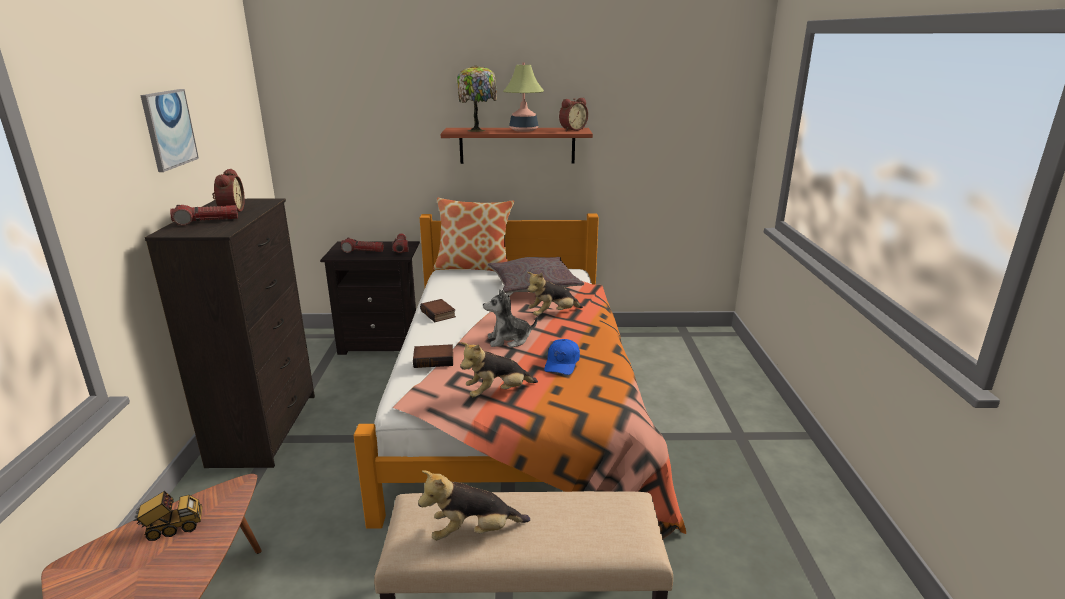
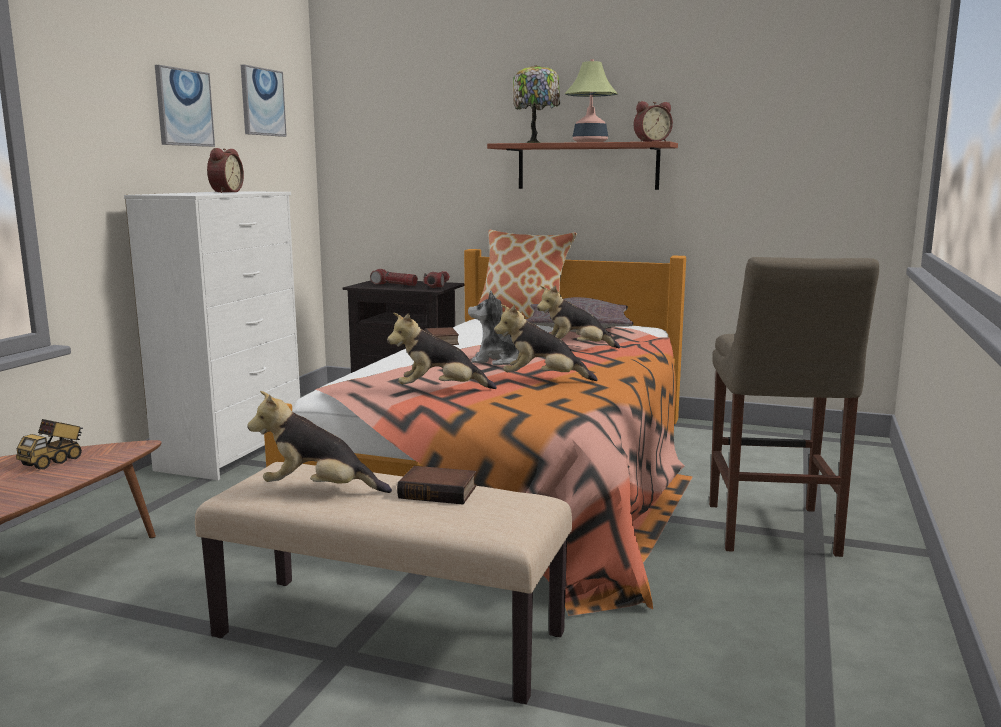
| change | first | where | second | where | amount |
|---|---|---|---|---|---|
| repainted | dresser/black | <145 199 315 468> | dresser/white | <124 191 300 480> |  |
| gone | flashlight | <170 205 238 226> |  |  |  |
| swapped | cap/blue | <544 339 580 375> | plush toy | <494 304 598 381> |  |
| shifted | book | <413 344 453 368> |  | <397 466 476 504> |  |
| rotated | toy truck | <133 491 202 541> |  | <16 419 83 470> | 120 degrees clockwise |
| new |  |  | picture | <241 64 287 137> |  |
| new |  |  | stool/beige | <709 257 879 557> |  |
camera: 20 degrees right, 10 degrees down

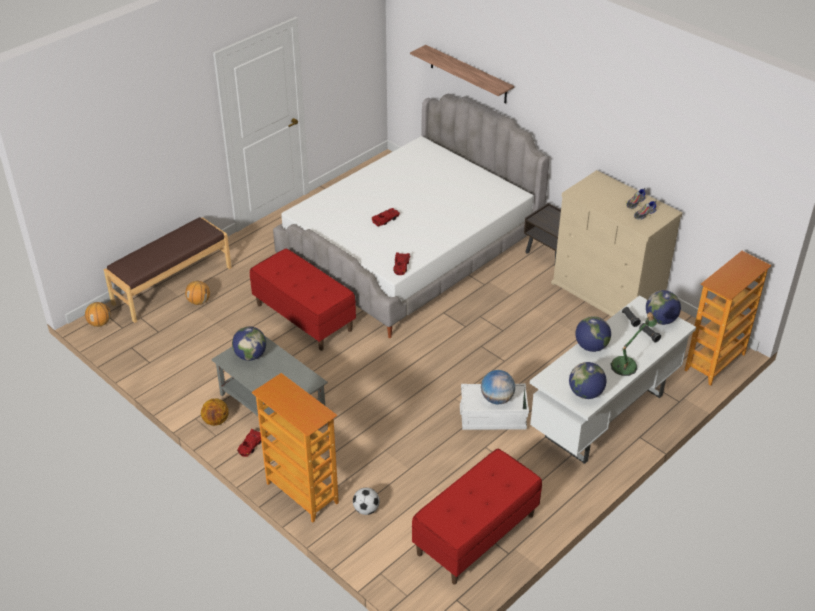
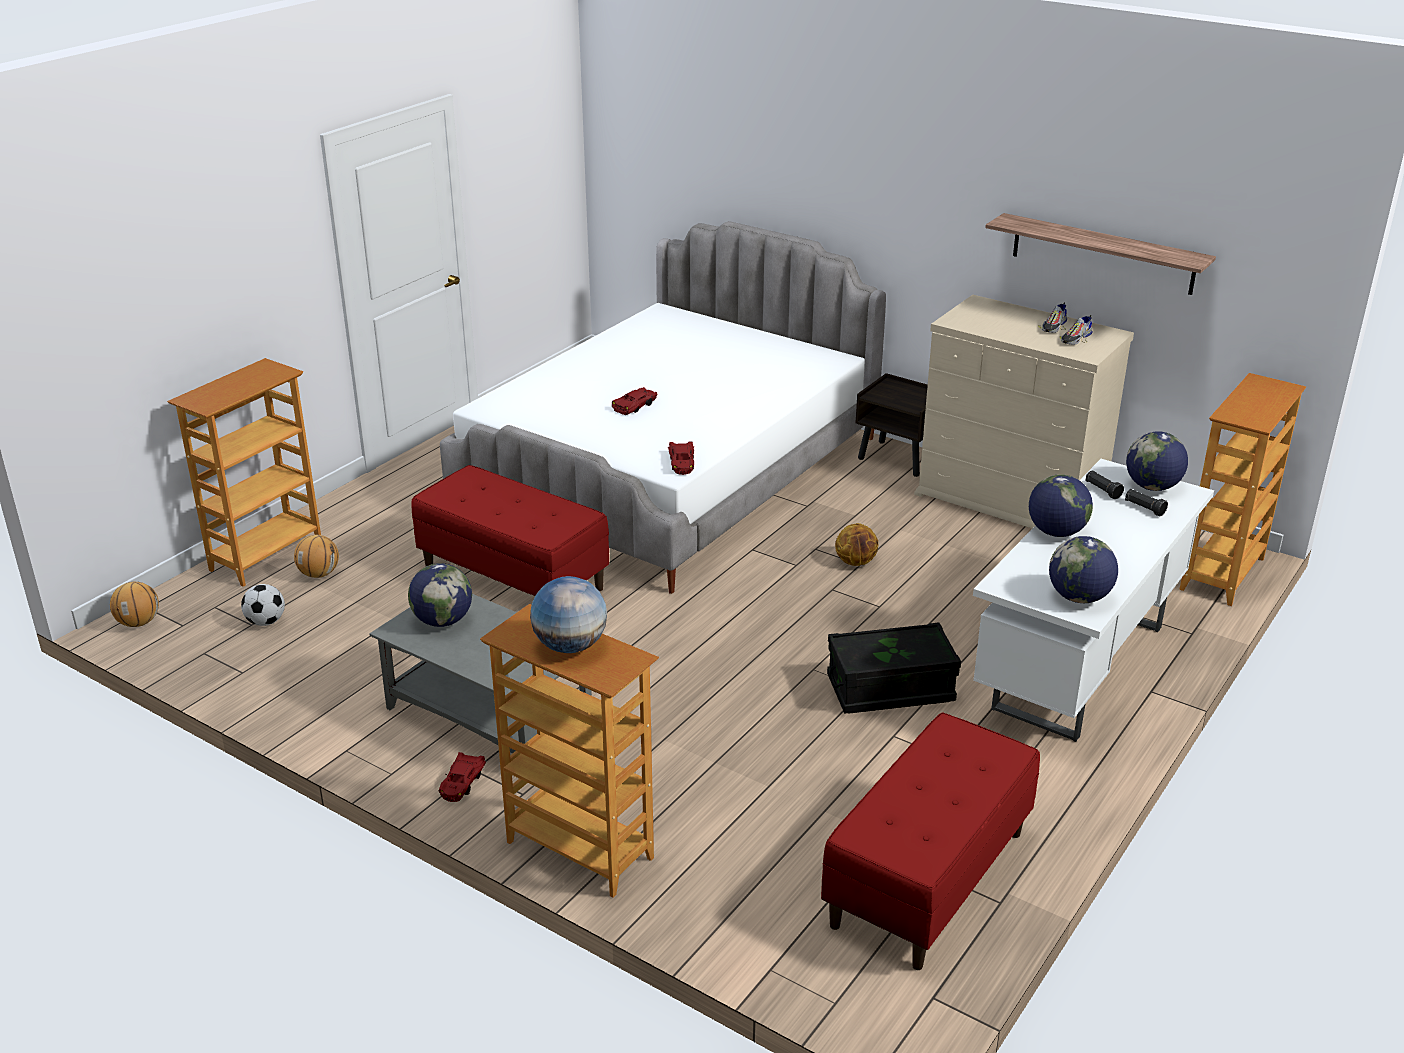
| change | first | where | second | where | amount |
|---|---|---|---|---|---|
| shifted | shelf | <410 45 514 104> |  | <985 213 1216 295> |  |
| swapped | bench/brown | <104 217 232 323> | bookcase | <167 358 321 587> |  |
| gone | table lamp | <610 312 657 376> |  |  |  |
| shifted | globe | <481 370 515 404> |  | <530 576 607 653> |  |
| repainted | storage box/white | <460 383 529 430> | storage box/black | <827 622 961 714> |  |
| shifted | basketball | <201 398 229 426> |  | <835 523 878 566> |  |
| shifted | football | <353 488 380 515> |  | <241 584 285 626> |  |
camera: 10 degrees left, 10 degrees down

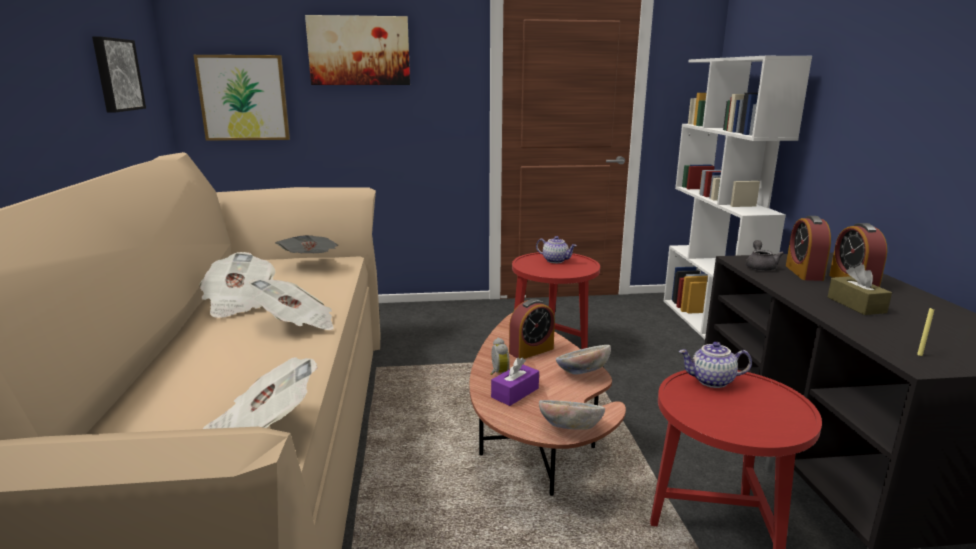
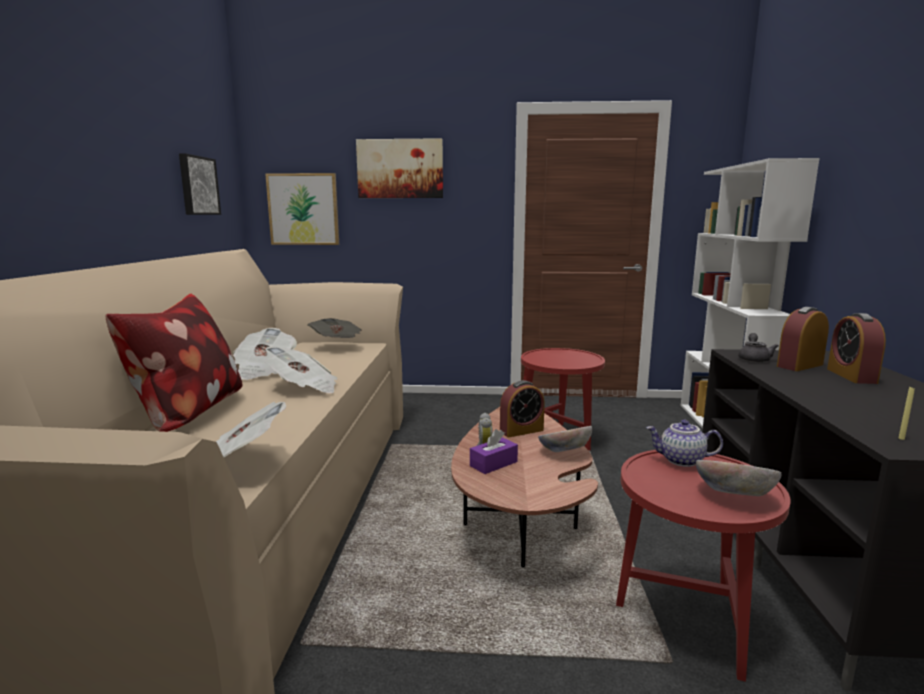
| change | first | where | second | where | amount |
|---|---|---|---|---|---|
| rotated | alarm clock | <786 216 831 281> |  | <777 307 829 371> | 45 degrees clockwise |
| gone | teapot | <536 236 577 263> |  |  |  |
| gone | tissue box/brown | <828 264 892 315> |  |  |  |
| shifted | bowl | <539 400 605 430> |  | <696 460 782 496> |  |
| new |  |  | pillow | <106 293 242 432> |  |
camera: 10 degrees right, 5 degrees down

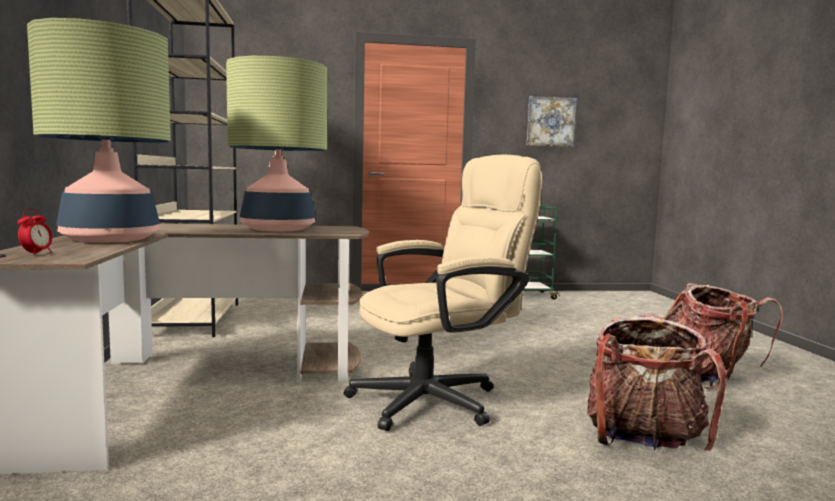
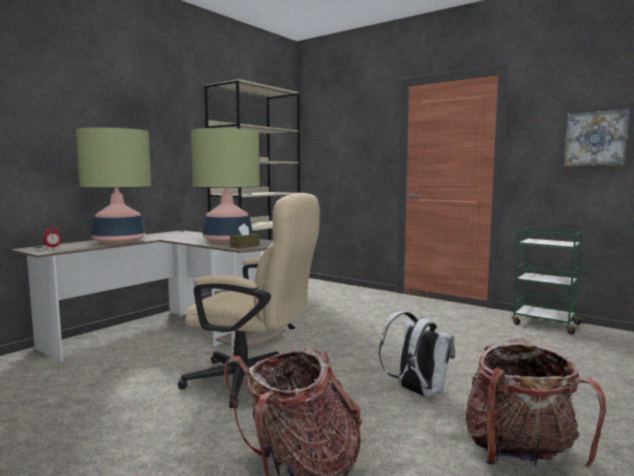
| change | first | where | second | where | amount |
|---|---|---|---|---|---|
| new |  |  | tissue box/brown | <230 224 260 249> |  |
| new |  |  | backpack/white | <379 312 455 397> |  |
camera: 45 degrees right, 0 degrees up

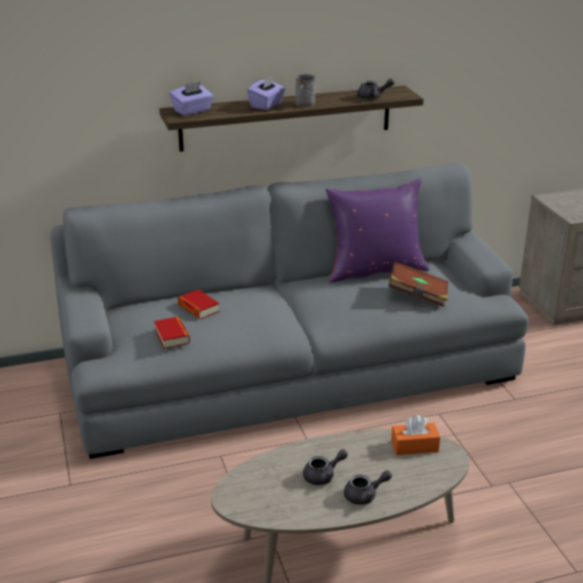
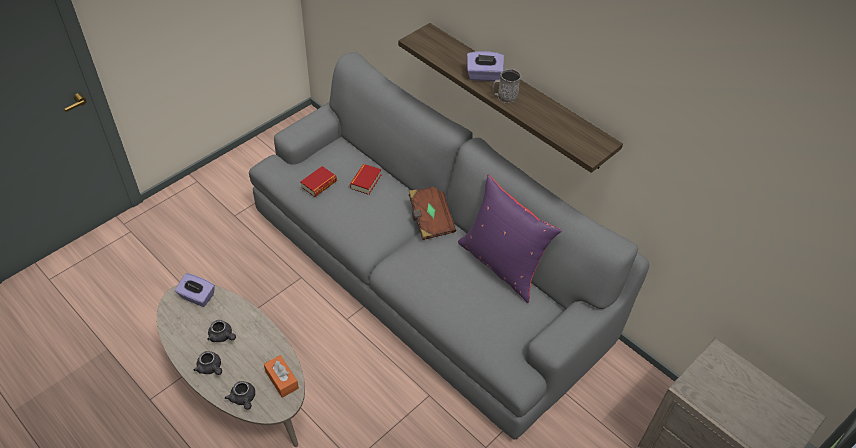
| change | first | where | second | where | amount |
|---|---|---|---|---|---|
| shifted | teapot/grey | <357 78 394 99> |  | <225 381 255 410> |  |
| shifted | tissue box/purple | <169 82 214 116> |  | <175 273 215 307> |  |
| shifted | book/brown | <389 262 448 307> |  | <409 187 456 240> |  |
camera: 60 degrees right, 20 degrees up

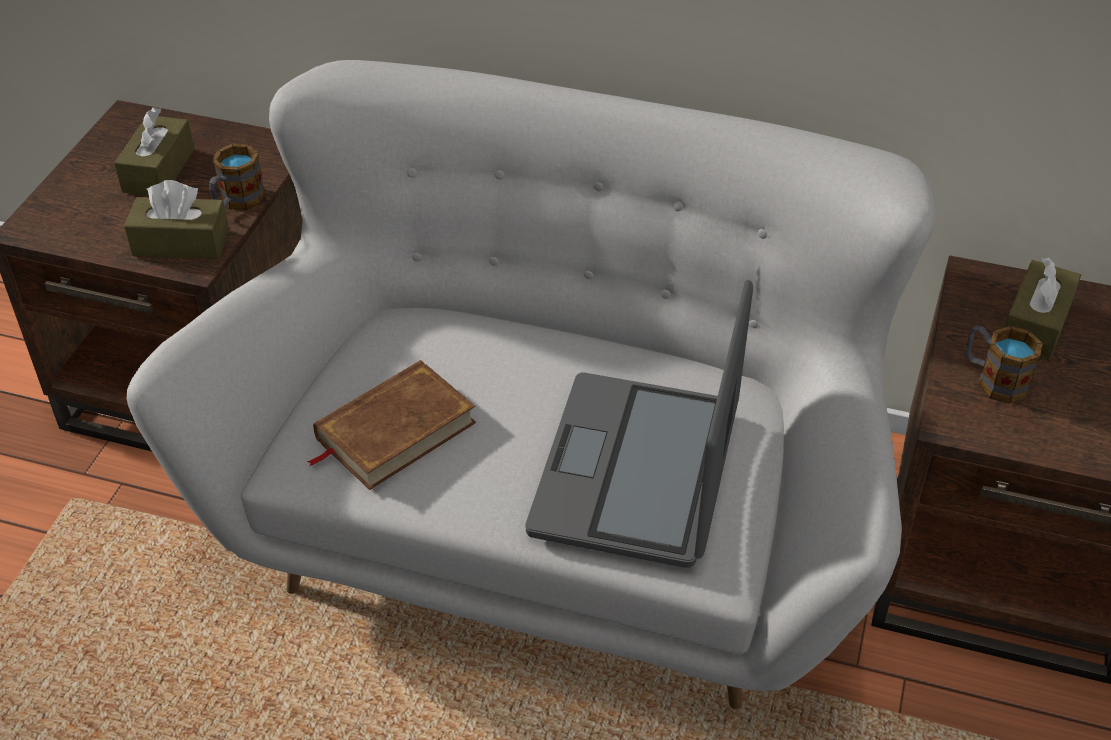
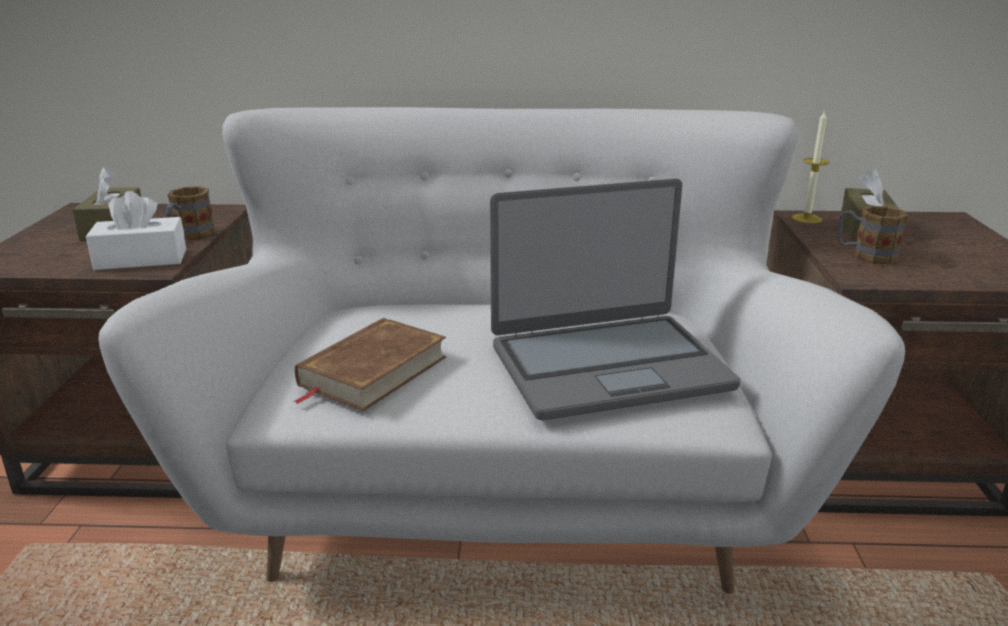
| change | first | where | second | where | amount |
|---|---|---|---|---|---|
| repainted | tissue box/brown | <124 180 229 259> | tissue box/white | <86 191 186 270> |  |
| rotated | laptop | <526 280 753 568> |  | <490 178 741 420> | 105 degrees counterclockwise |
| new |  |  | candle | <792 110 830 223> |  |
camera: 15 degrees left, 20 degrees down

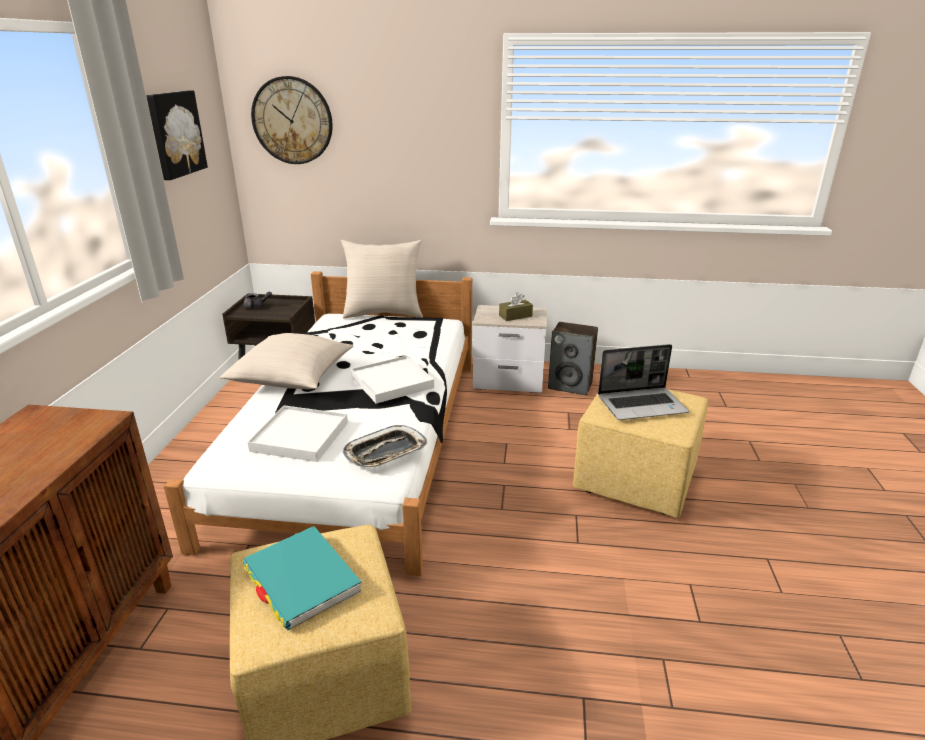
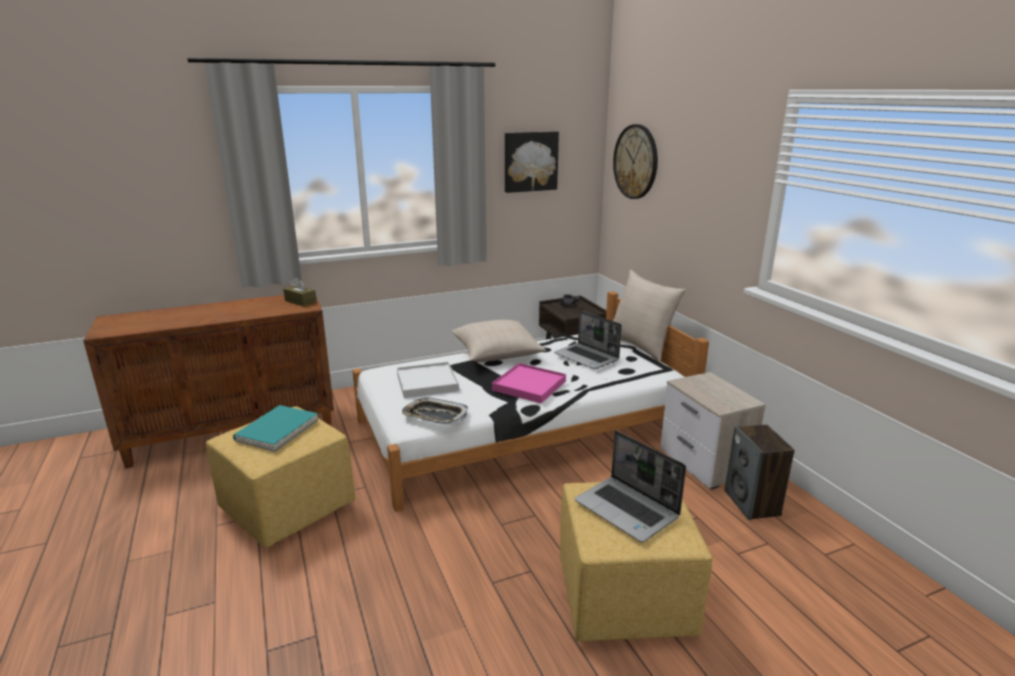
| change | first | where | second | where | amount |
|---|---|---|---|---|---|
| shifted | tissue box/brown | <499 292 533 321> |  | <283 277 317 307> |  |
| repainted | tray/white | <351 356 434 404> | tray/pink | <492 363 566 403> |  |
| new |  |  | laptop | <554 311 622 369> |  |
camera: 60 degrees right, 5 degrees down

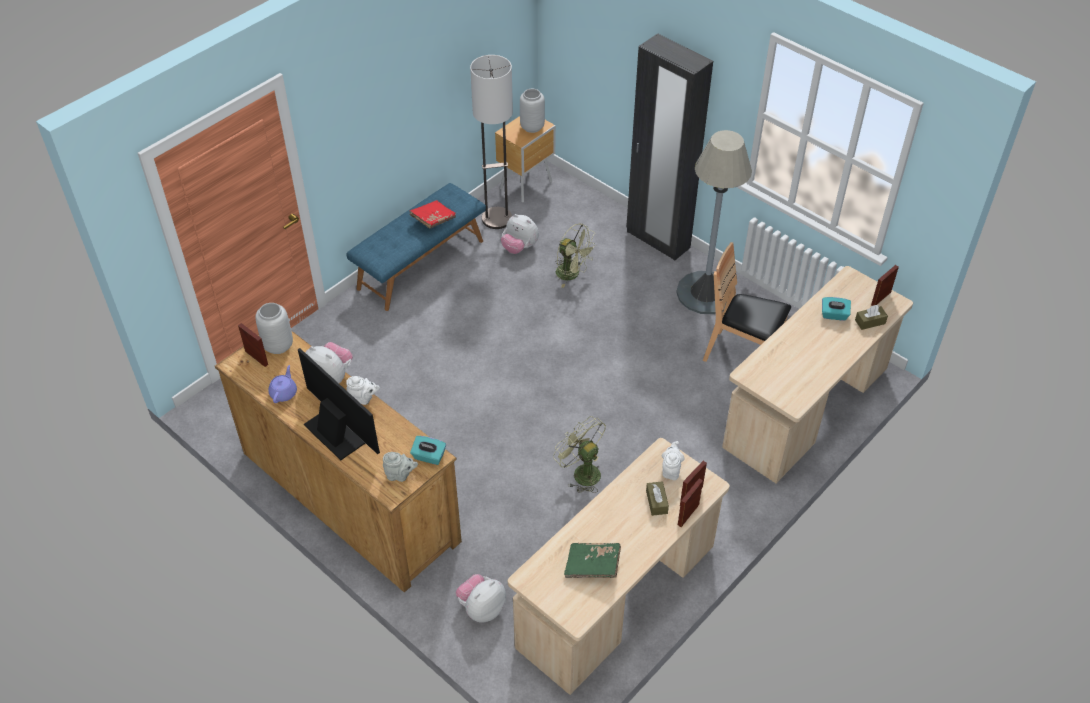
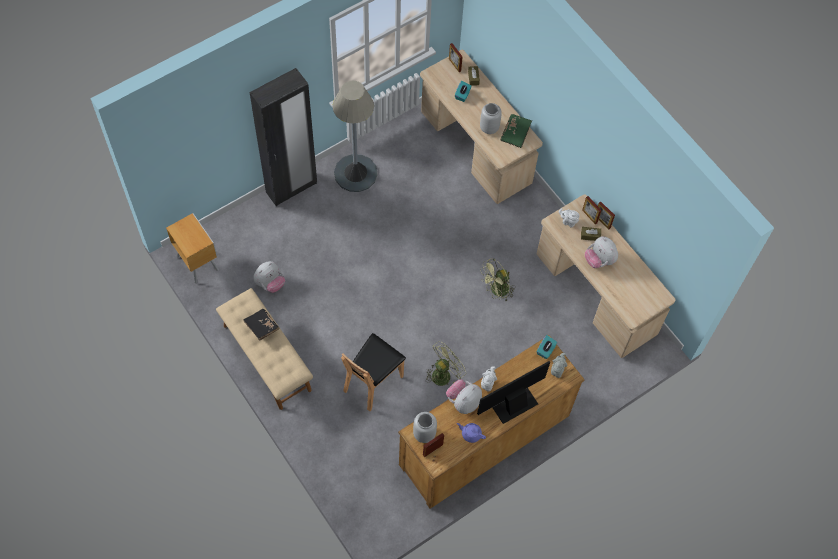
| change | first | where | second | where | amount |
|---|---|---|---|---|---|
| gone | floor lamp | <470 55 513 229> |  |  |  |
| shifted | vase/grey | <520 89 545 133> |  | <480 103 502 134> |  |
| repainted | bench/blue | <346 183 486 311> | bench/beige | <216 288 313 410> |  |
| repainted | book/red | <409 200 456 229> | book/black | <243 309 280 340> |  |
| shifted | fan/green | <556 223 597 288> |  | <426 341 465 386> |  |
| shifted | chair/brown | <703 242 791 362> |  | <341 333 406 411> |  |
| shifted | book/green | <564 543 621 578> |  | <500 114 532 148> |  |
| shifted | plush toy | <456 574 506 622> |  | <585 236 618 268> |  |
camera: 80 degrees left, 15 degrees up

